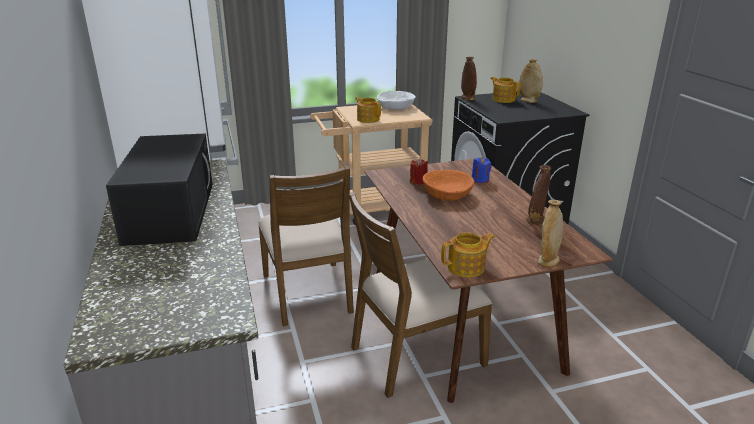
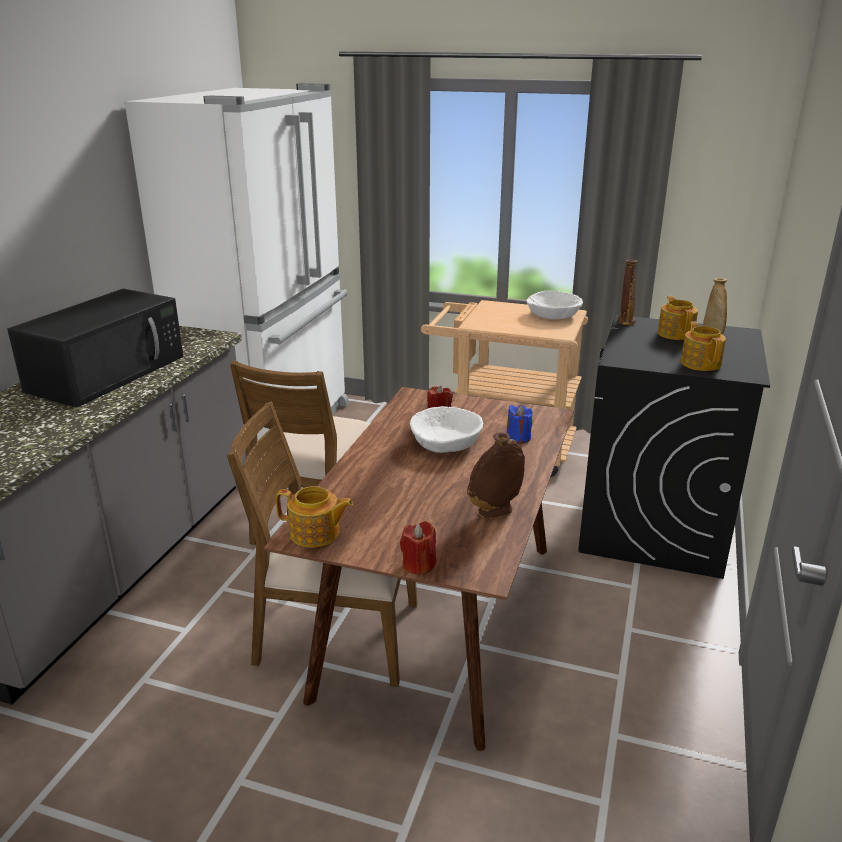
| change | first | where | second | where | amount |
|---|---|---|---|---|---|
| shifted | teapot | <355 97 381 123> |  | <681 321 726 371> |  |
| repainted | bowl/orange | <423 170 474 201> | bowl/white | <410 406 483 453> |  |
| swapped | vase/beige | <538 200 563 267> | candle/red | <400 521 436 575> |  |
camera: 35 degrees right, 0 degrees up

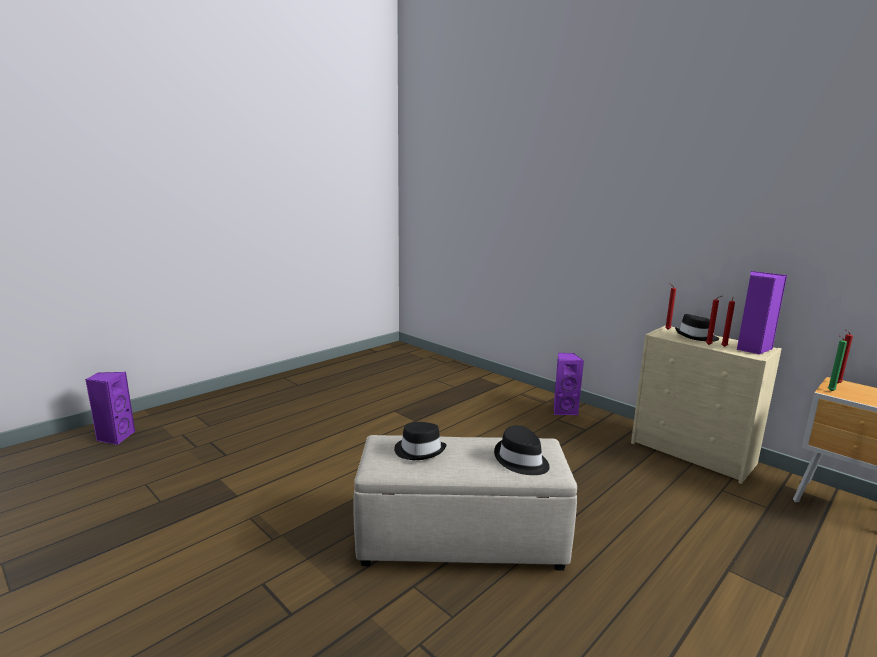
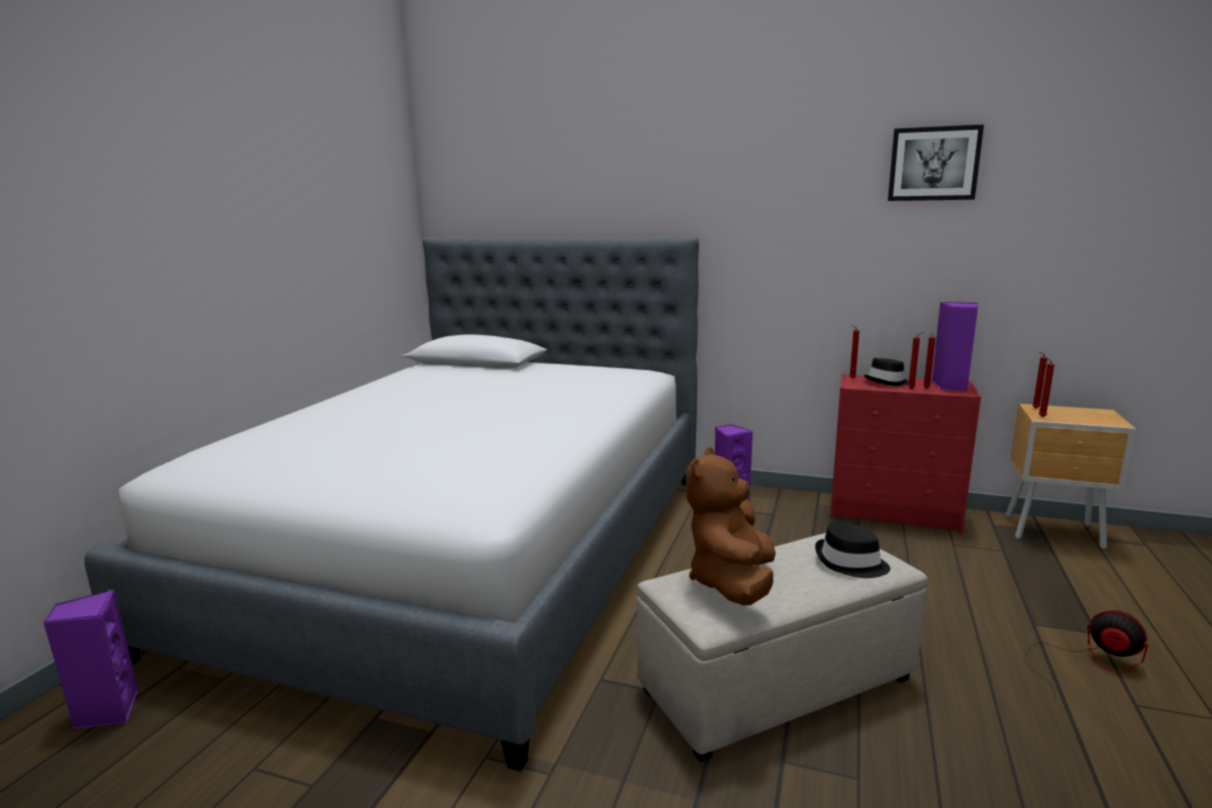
| change | first | where | second | where | amount |
|---|---|---|---|---|---|
| repainted | dresser/beige | <631 325 782 484> | dresser/red | <830 374 981 534> |  |
| repainted | candle/green | <827 335 847 391> | candle/red | <1038 359 1054 417> |  |
| swapped | hat/black | <394 422 446 460> | plush toy/brown | <686 447 776 605> |  |
| new |  |  | picture | <888 125 984 201> |  |
| new |  |  | bed | <84 237 699 771> |  |
| new |  |  | fan | <1024 610 1148 704> |  |
camera: 25 degrees left, 0 degrees up

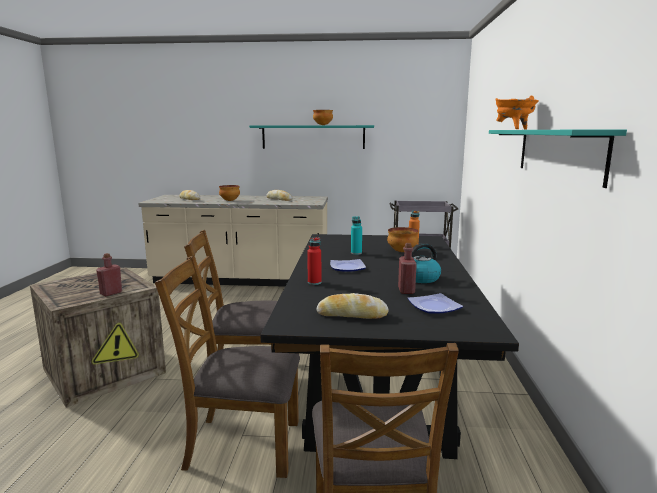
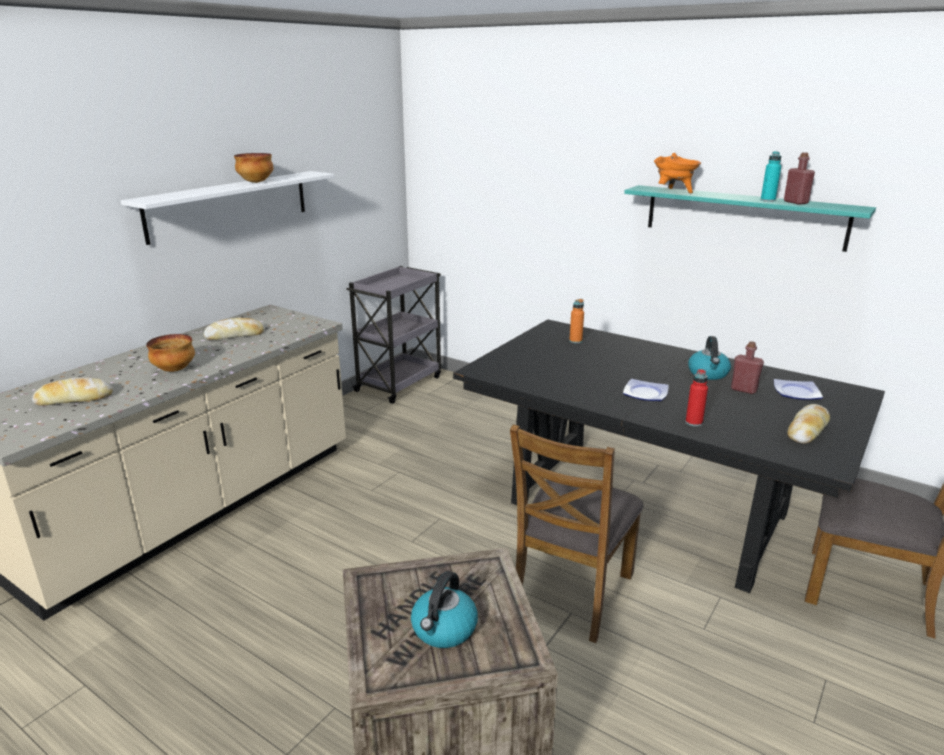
| change | first | where | second | where | amount |
|---|---|---|---|---|---|
| repainted | shelf/turquoise | <249 125 374 149> | shelf/white | <121 171 335 245> |  |
| shifted | bottle/turquoise | <351 216 362 255> |  | <761 151 781 202> |  |
| gone | bowl | <387 227 419 252> |  |  |  |
| shifted | bottle/red | <96 253 122 296> |  | <784 152 815 205> |  |
| gone | chair/brown | <155 256 300 478> |  |  |  |
| new |  |  | kettle | <411 571 478 648> |  |
camera: 60 degrees left, 10 degrees up

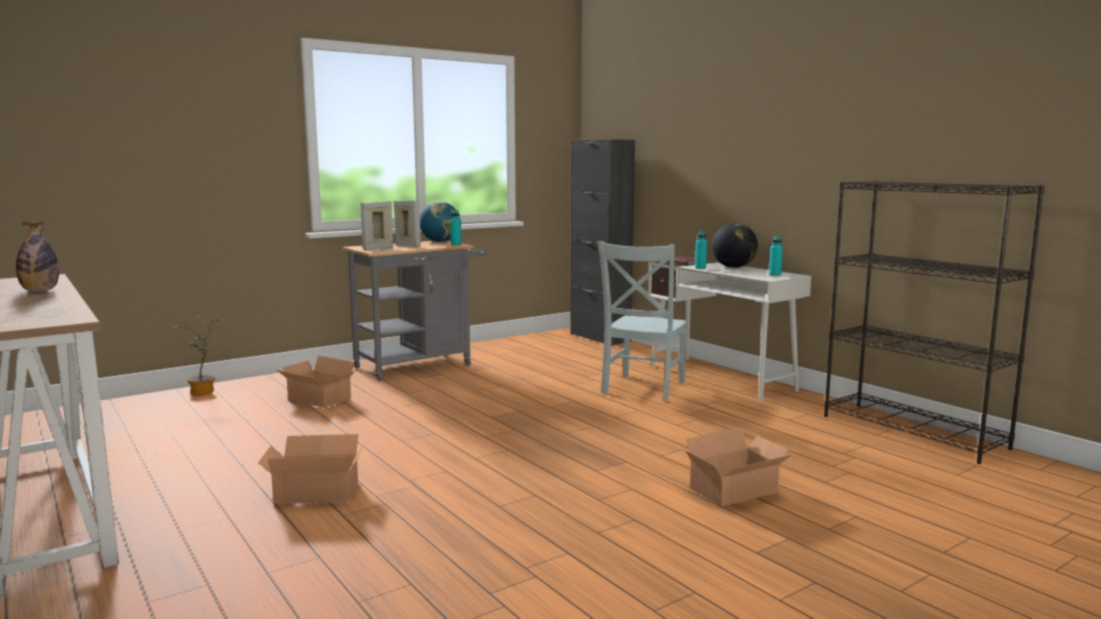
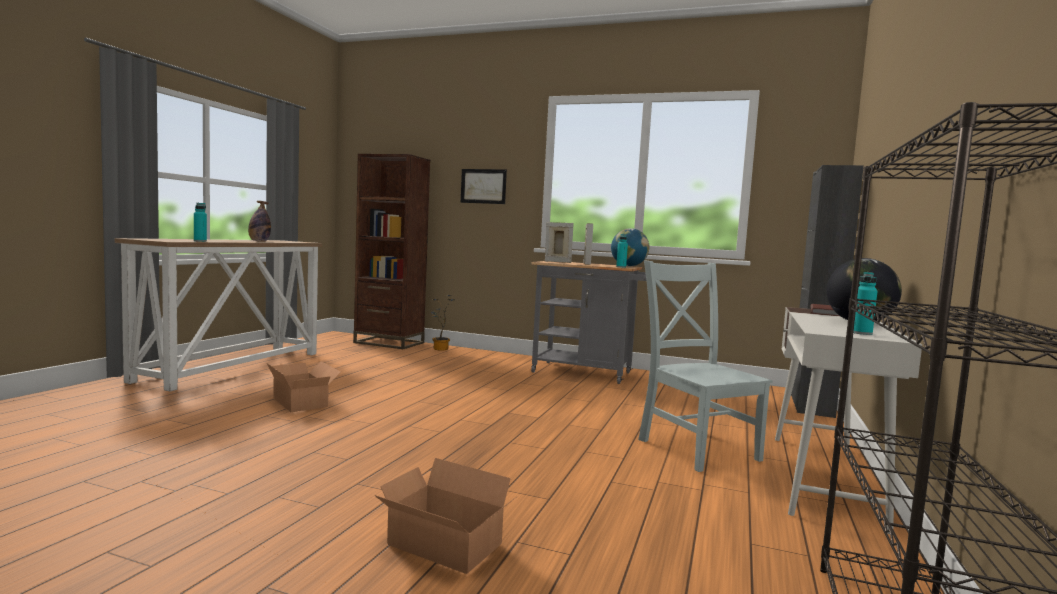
| change | first | where | second | where | amount |
|---|---|---|---|---|---|
| shifted | bottle/turquoise | <695 231 707 269> |  | <194 203 207 242> |  |
| rotated | chair/grey | <598 241 688 401> |  | <638 261 773 472> | 75 degrees clockwise |
| gone | cardboard box | <277 355 355 408> |  |  |  |
| new |  |  | bookcase/brown | <353 154 430 349> |  |
| new |  |  | picture | <461 169 507 204> |  |
camera: 55 degrees right, 5 degrees down

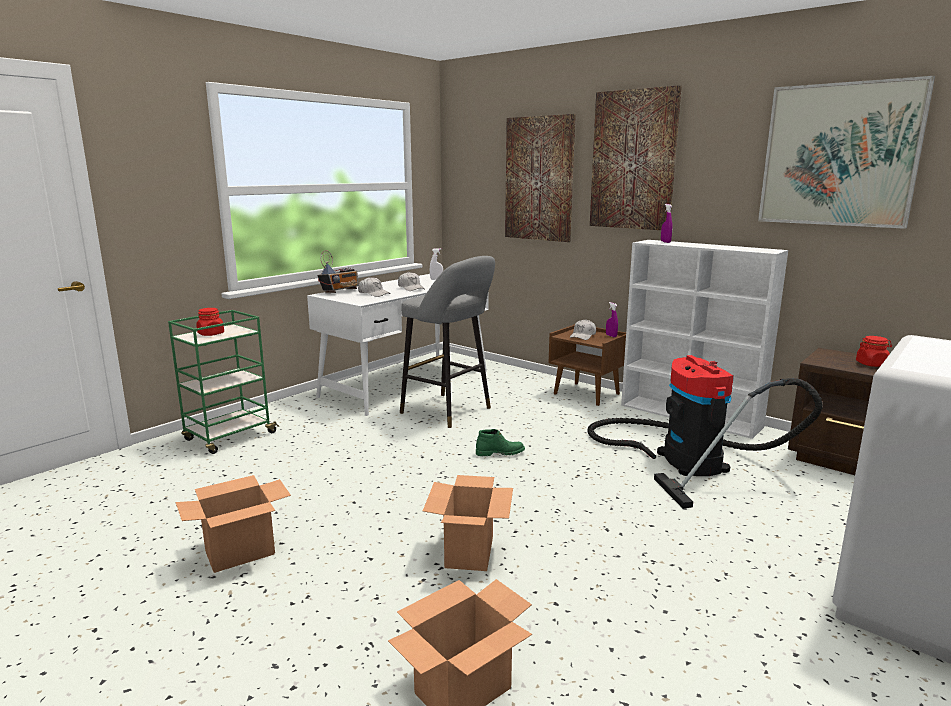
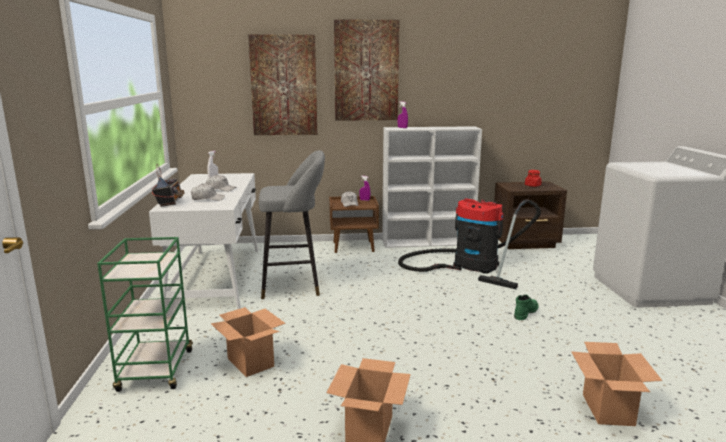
| change | first | where | second | where | amount |
|---|---|---|---|---|---|
| gone | picture | <758 76 935 229> |  |  |  |
| gone | jar/red | <196 308 224 336> |  |  |  |
| shifted | boot/green | <476 429 525 456> |  | <514 295 538 320> |  |
| shifted | cardboard box | <423 475 513 571> |  | <211 307 286 377> |  |
camera: 45 degrees left, 0 degrees up

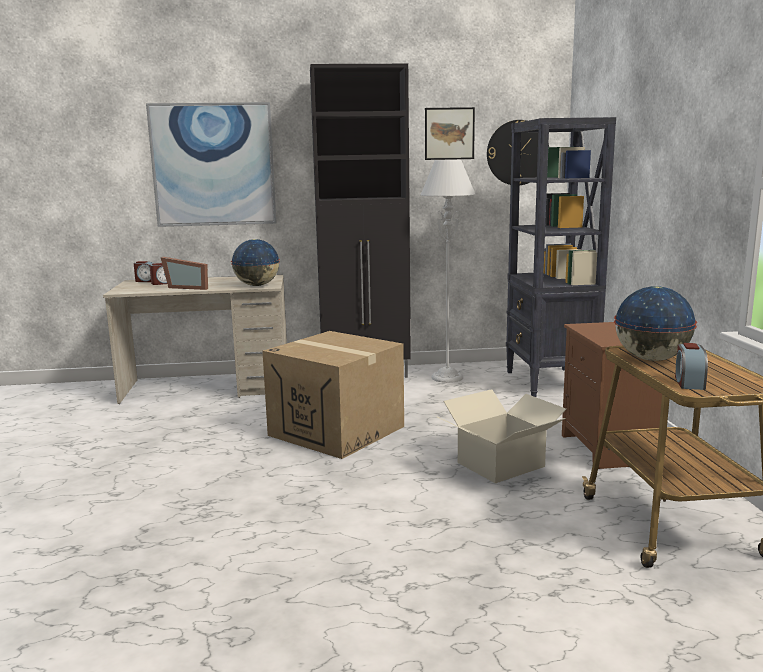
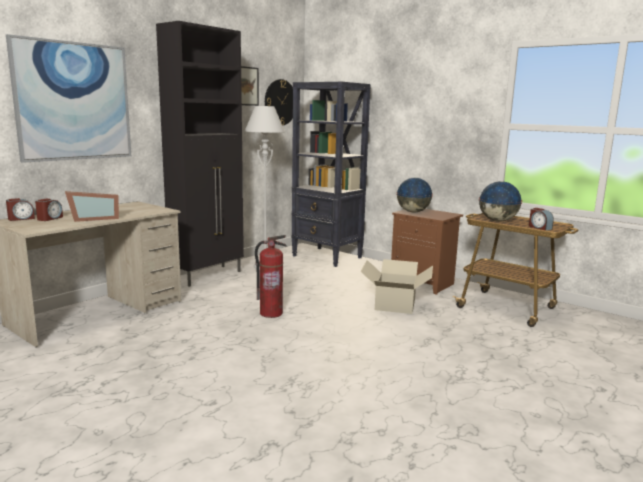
| change | first | where | second | where | amount |
|---|---|---|---|---|---|
| shifted | globe | <231 239 280 286> |  | <396 178 433 213> |  |
| swapped | cardboard box | <262 331 404 459> | fire extinguisher | <255 235 287 318> |  |
camera: 45 degrees left, 0 degrees up

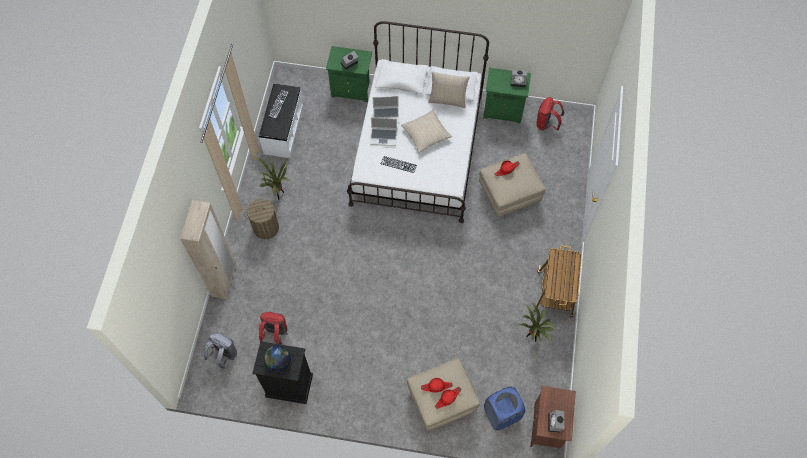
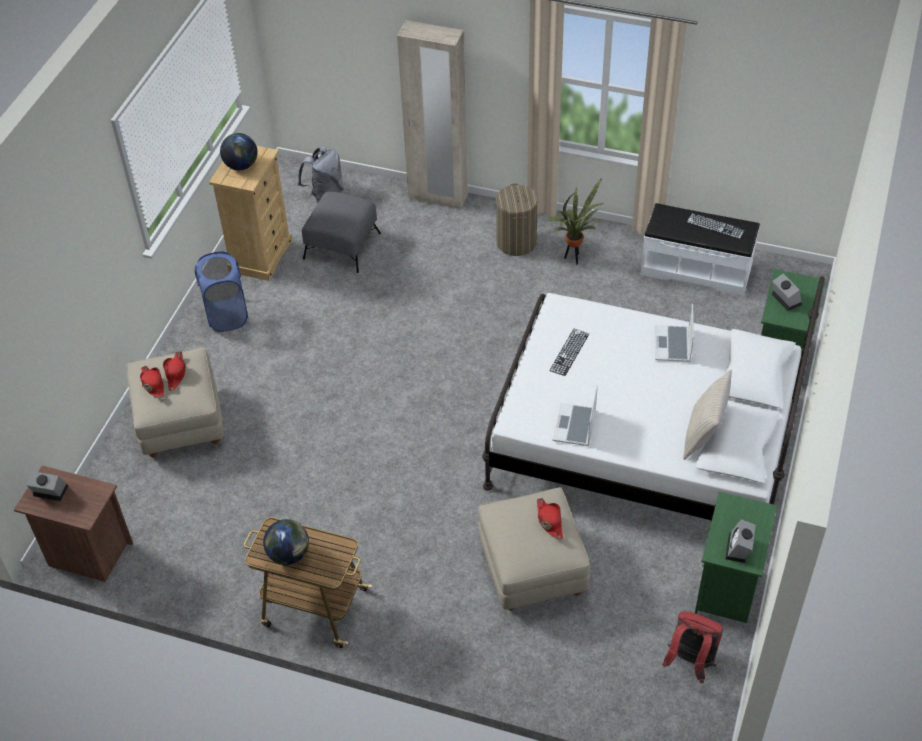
| change | first | where | second | where | amount |
|---|---|---|---|---|---|
| gone | pillow/beige | <401 109 452 153> |  |  |  |
| shifted | laptop | <370 117 397 146> |  | <553 385 598 446> |  |
| gone | potted plant | <518 303 555 342> |  |  |  |
| swapped | backpack/red | <259 312 288 345> | ottoman/grey | <302 192 381 273> |  |
| repainted | dresser/black | <252 341 313 404> | dresser/beige | <209 146 292 281> |  |
| shifted | laundry basket/blue | <484 387 525 430> |  | <195 252 248 332> |  |
| new |  |  | globe | <263 519 309 565> |  |
camera: 100 degrees right, 15 degrees down

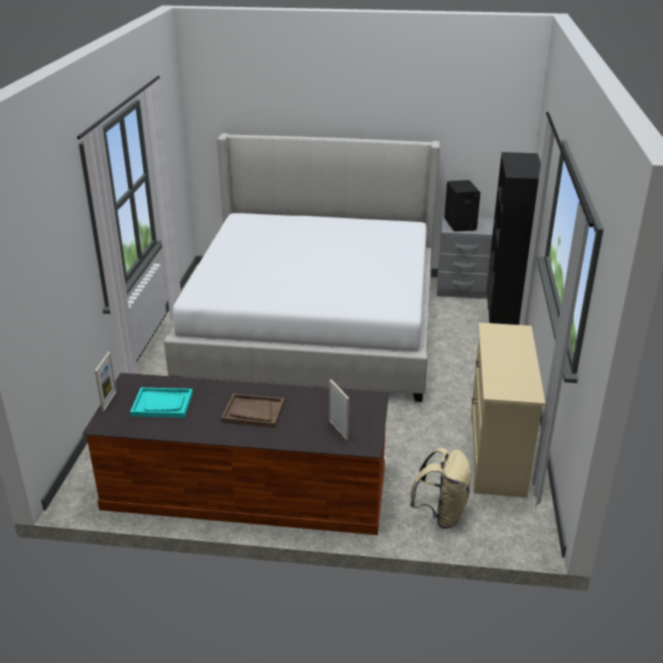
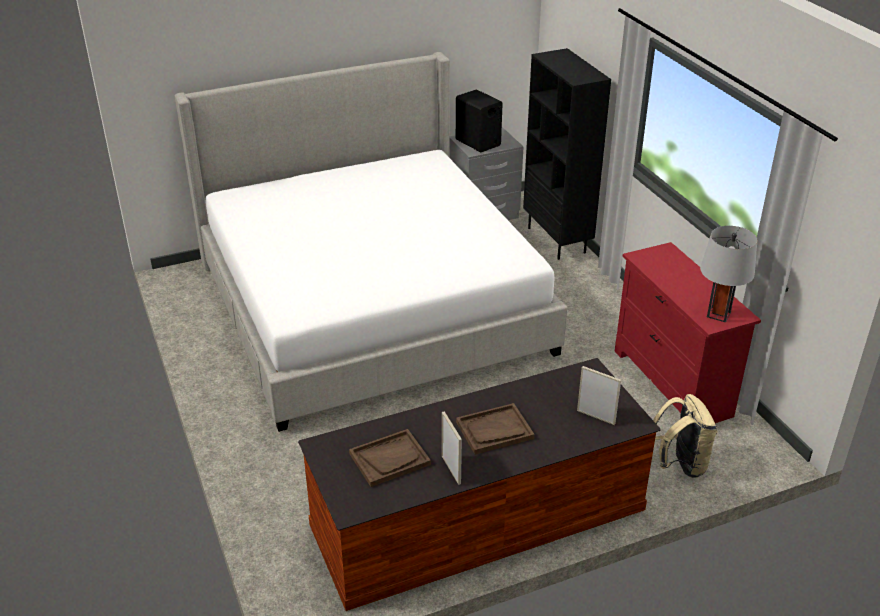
| change | first | where | second | where | amount |
|---|---|---|---|---|---|
| repainted | dresser/beige | <471 323 545 498> | dresser/red | <615 242 761 423> |  |
| shifted | picture frame | <95 352 117 412> |  | <442 411 462 485> |  |
| repainted | tray/turquoise | <130 388 193 418> | tray/brown | <349 429 431 487> |  |
| new |  |  | table lamp/grey | <700 226 758 322> |  |
camera: 30 degrees left, 5 degrees up

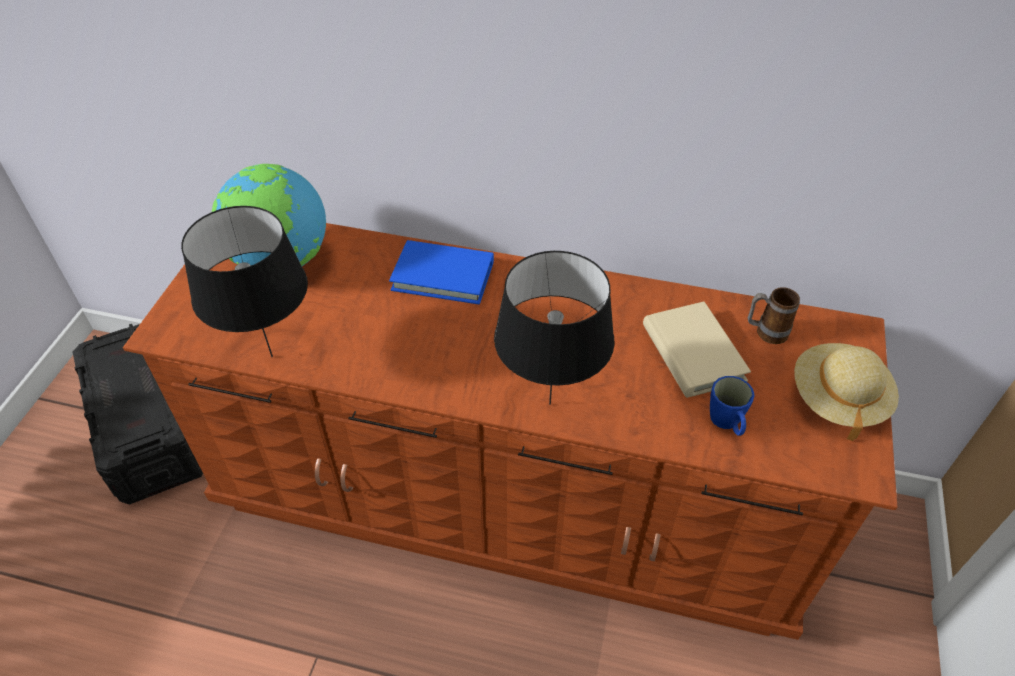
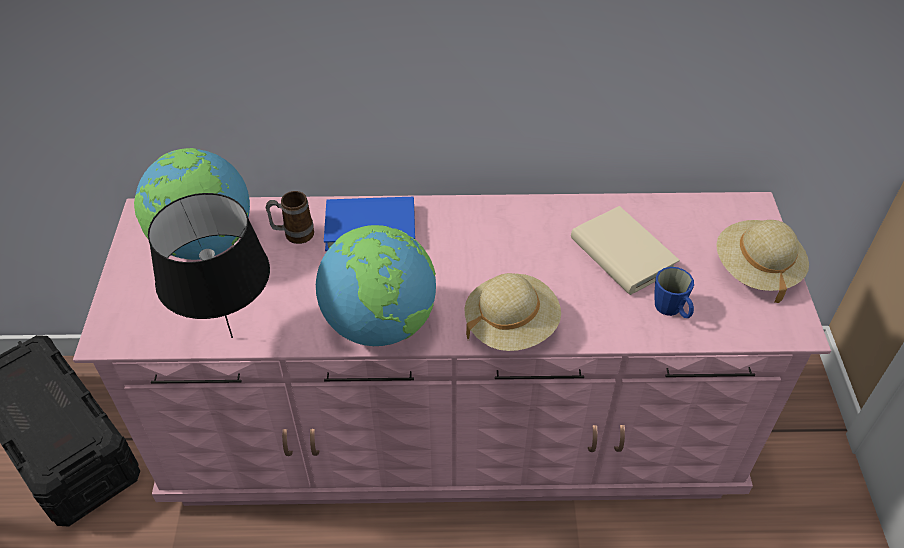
| change | first | where | second | where | amount |
|---|---|---|---|---|---|
| repainted | dresser/brown | <123 223 898 640> | dresser/pink | <73 192 831 506> |  |
| swapped | table lamp/black | <494 251 615 405> | hat/beige | <464 273 561 351> |  |
| shifted | mug | <748 287 800 344> |  | <266 191 314 244> |  |
| new |  |  | globe | <316 225 436 346> |  |
camera: 15 degrees left, 0 degrees up

